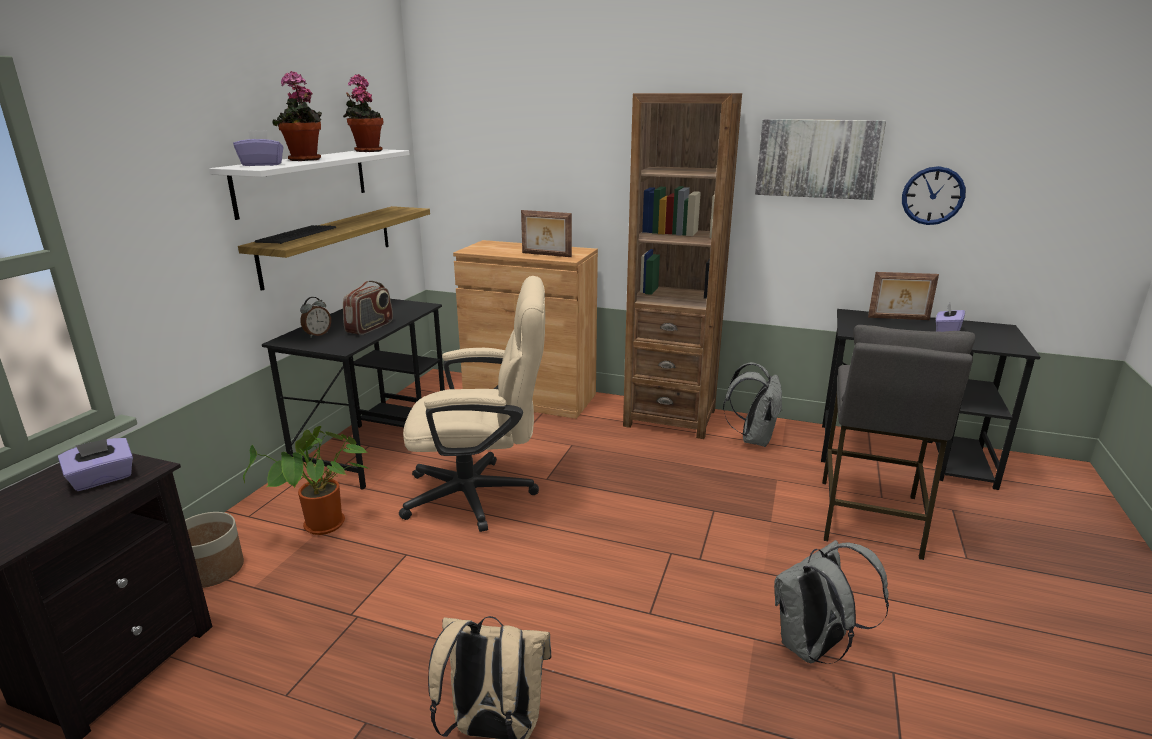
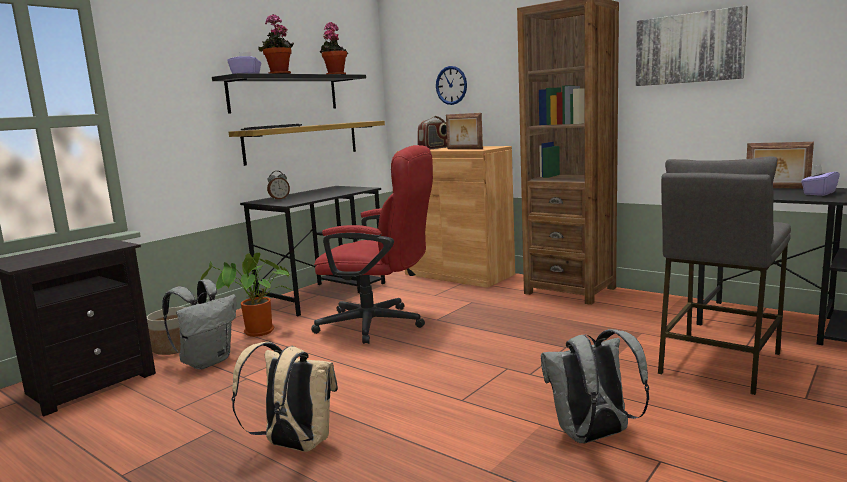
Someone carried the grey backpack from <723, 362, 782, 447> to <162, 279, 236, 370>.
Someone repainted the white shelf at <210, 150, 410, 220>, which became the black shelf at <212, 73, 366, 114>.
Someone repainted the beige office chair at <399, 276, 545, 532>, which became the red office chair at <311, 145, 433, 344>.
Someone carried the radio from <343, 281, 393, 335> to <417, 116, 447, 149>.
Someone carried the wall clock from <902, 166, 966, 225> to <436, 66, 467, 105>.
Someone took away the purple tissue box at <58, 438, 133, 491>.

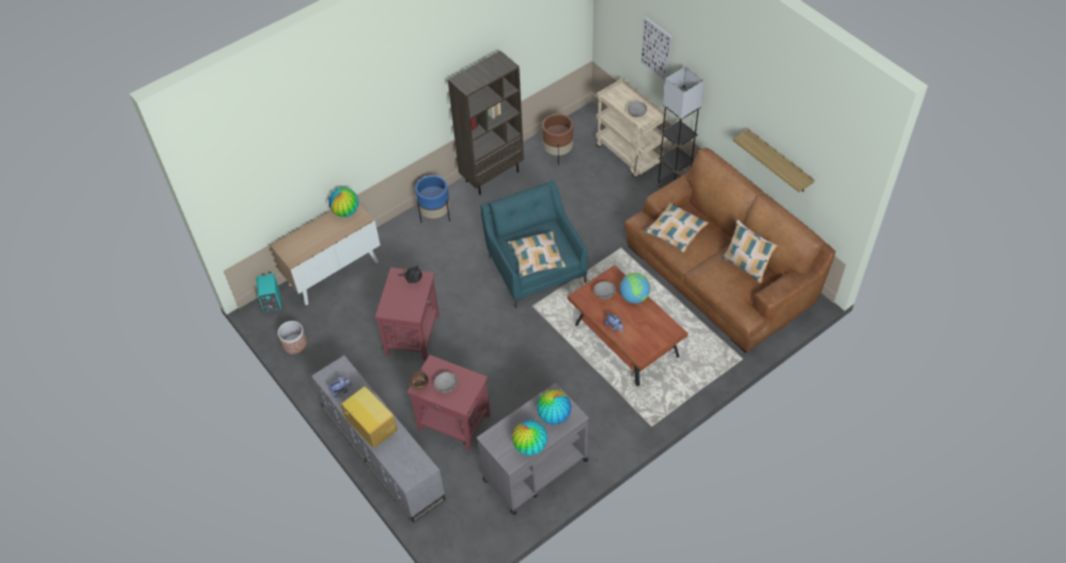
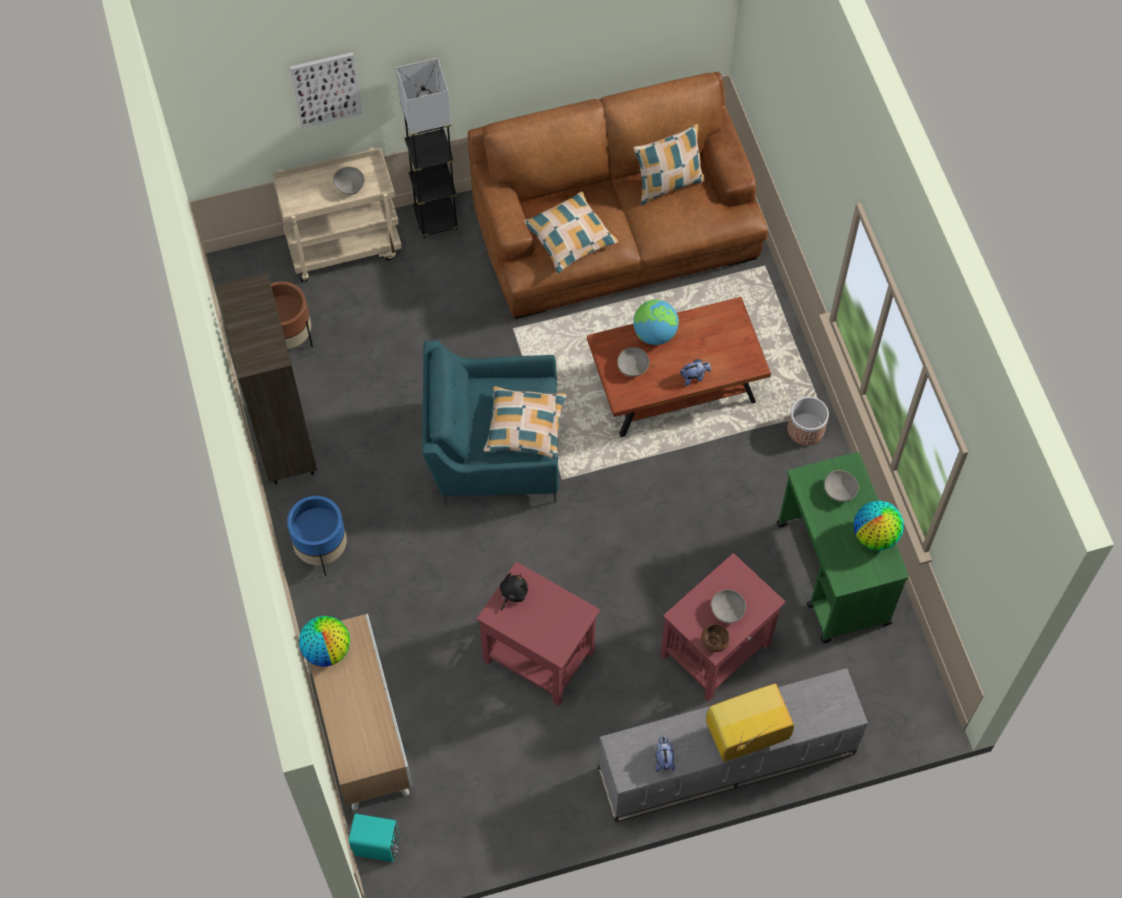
Someone repainted the grey cart at <477, 383, 589, 515>, which became the green cart at <777, 452, 909, 643>.
Someone carried the planter from <278, 321, 307, 354> to <787, 397, 829, 445>.
Someone swapped the globe at <537, 390, 571, 425> for the grey bowl at <824, 470, 859, 502>.
Someone took away the shelf at <733, 129, 814, 192>.

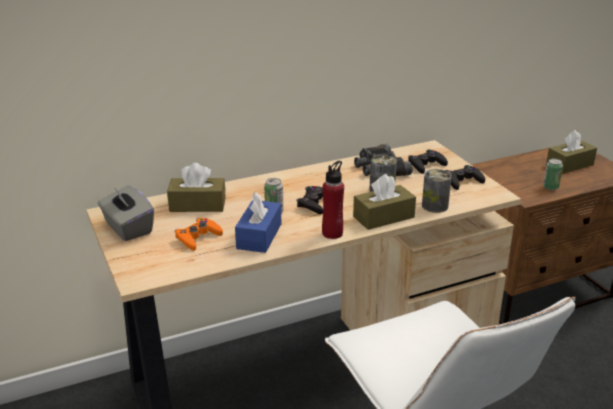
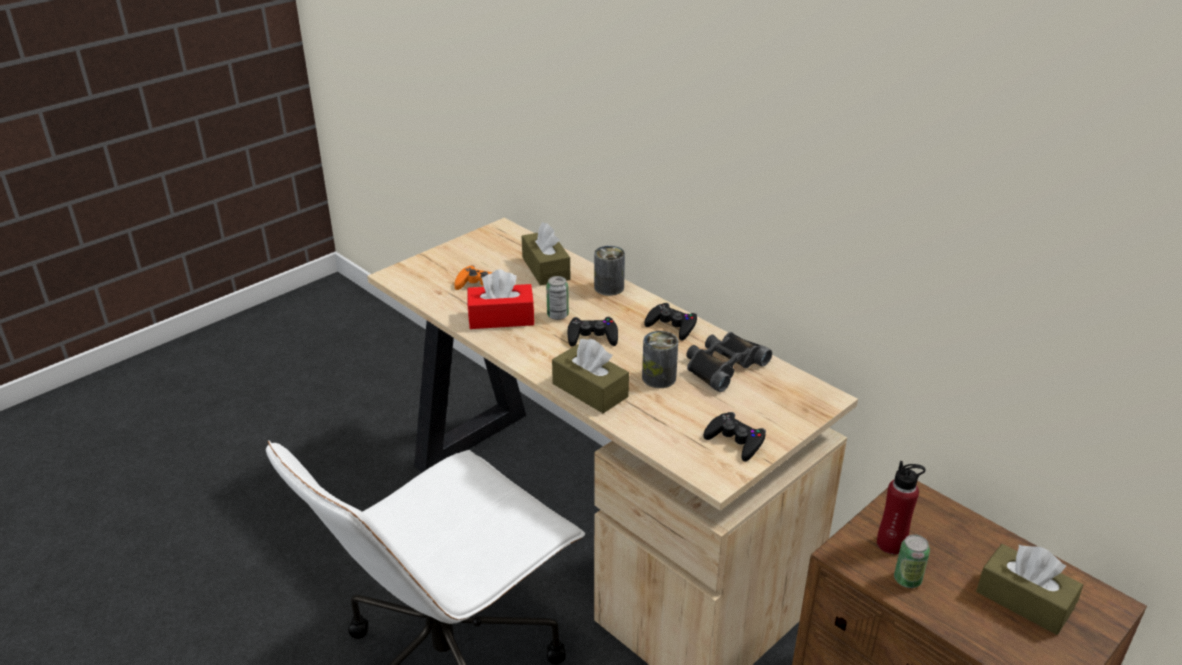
Someone repainted the blue tissue box at <235, 192, 281, 253>, which became the red tissue box at <467, 269, 534, 329>.
Someone carried the can from <422, 169, 452, 213> to <594, 245, 625, 296>.
Someone carried the black game controller from <408, 150, 448, 174> to <645, 303, 697, 340>.
Someone carried the red bottle from <322, 161, 344, 239> to <877, 461, 926, 554>.
Someone took away the grey tissue box at <98, 184, 154, 241>.

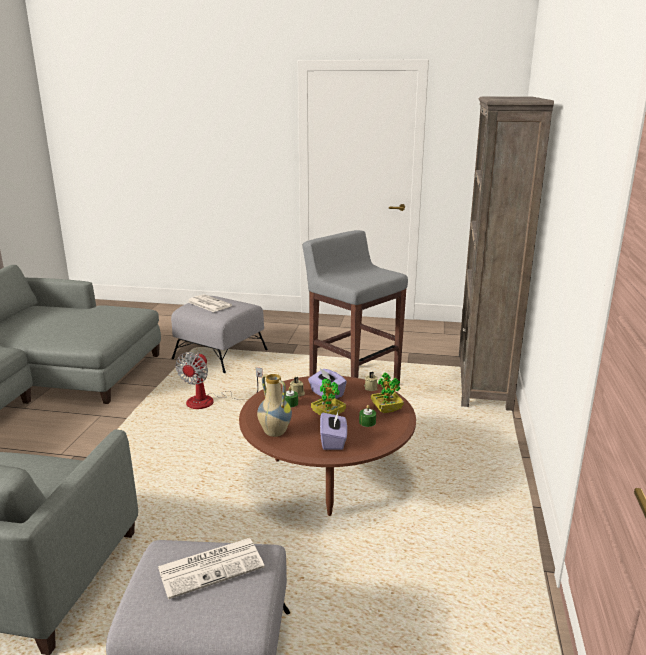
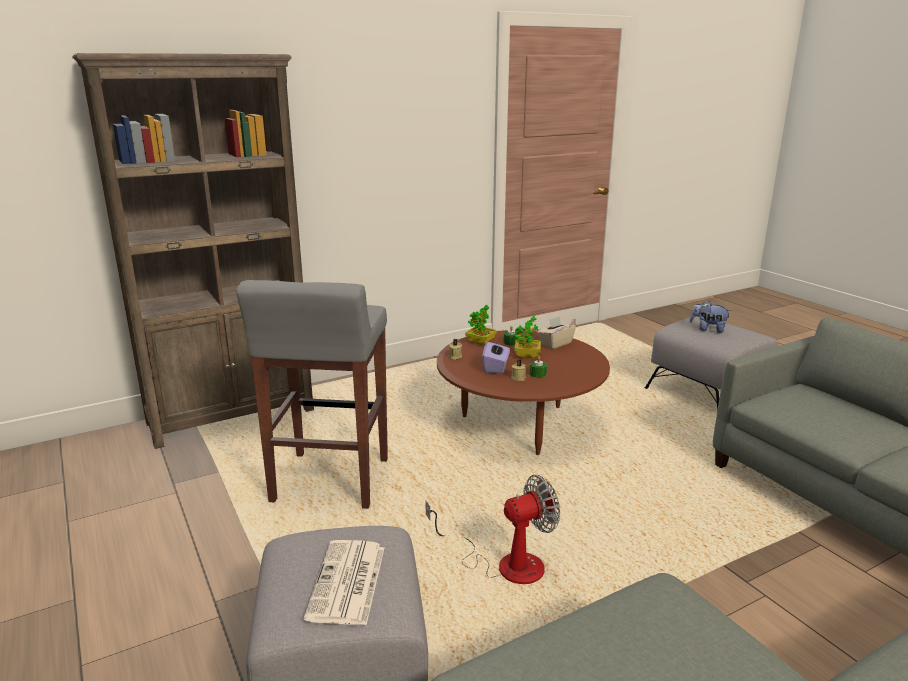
Someone repainted the purple tissue box at <320, 412, 347, 450>, which became the beige tissue box at <537, 316, 576, 349>.
Someone swapped the newspaper at <158, 538, 265, 599> for the plush toy at <689, 301, 732, 333>.
Someone took away the vase at <257, 374, 292, 437>.

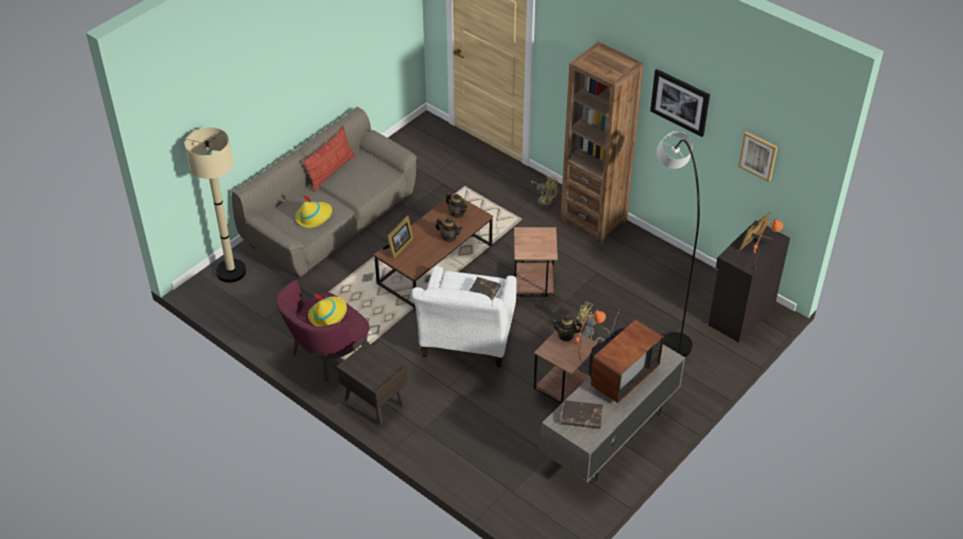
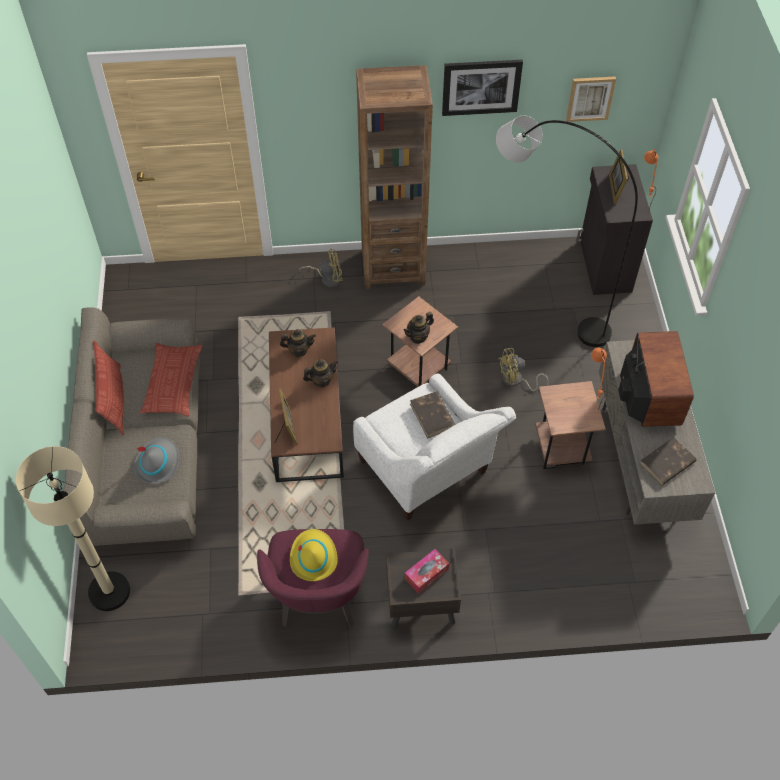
Someone repainted the yellow hat at <295, 194, 332, 228>, which became the grey hat at <133, 437, 179, 484>.
Someone put down the pillow at <140, 343, 202, 417>.
Someone carried the teapot from <551, 315, 583, 341> to <404, 312, 434, 344>.
Someone put down the tissue box at <405, 549, 449, 593>.

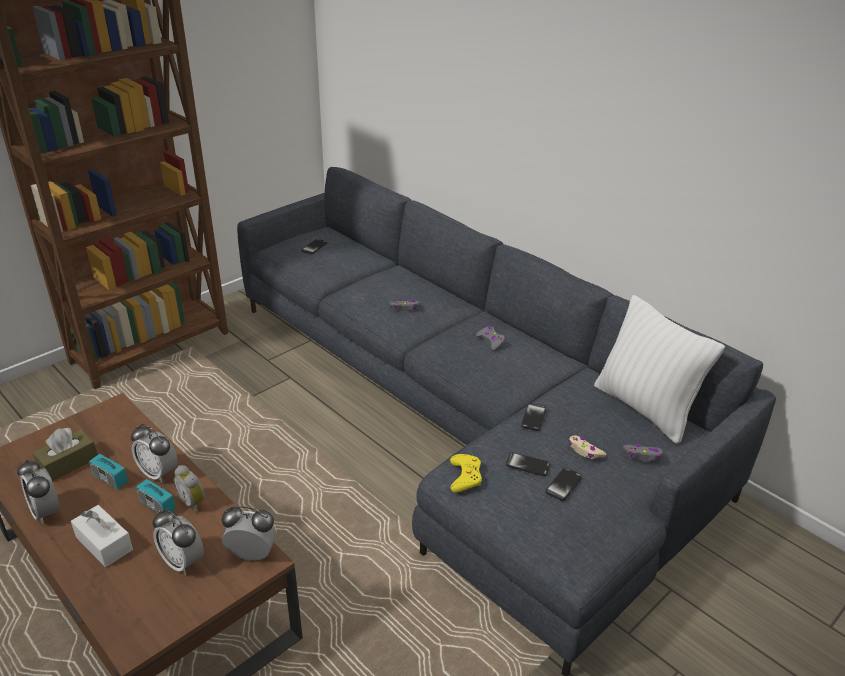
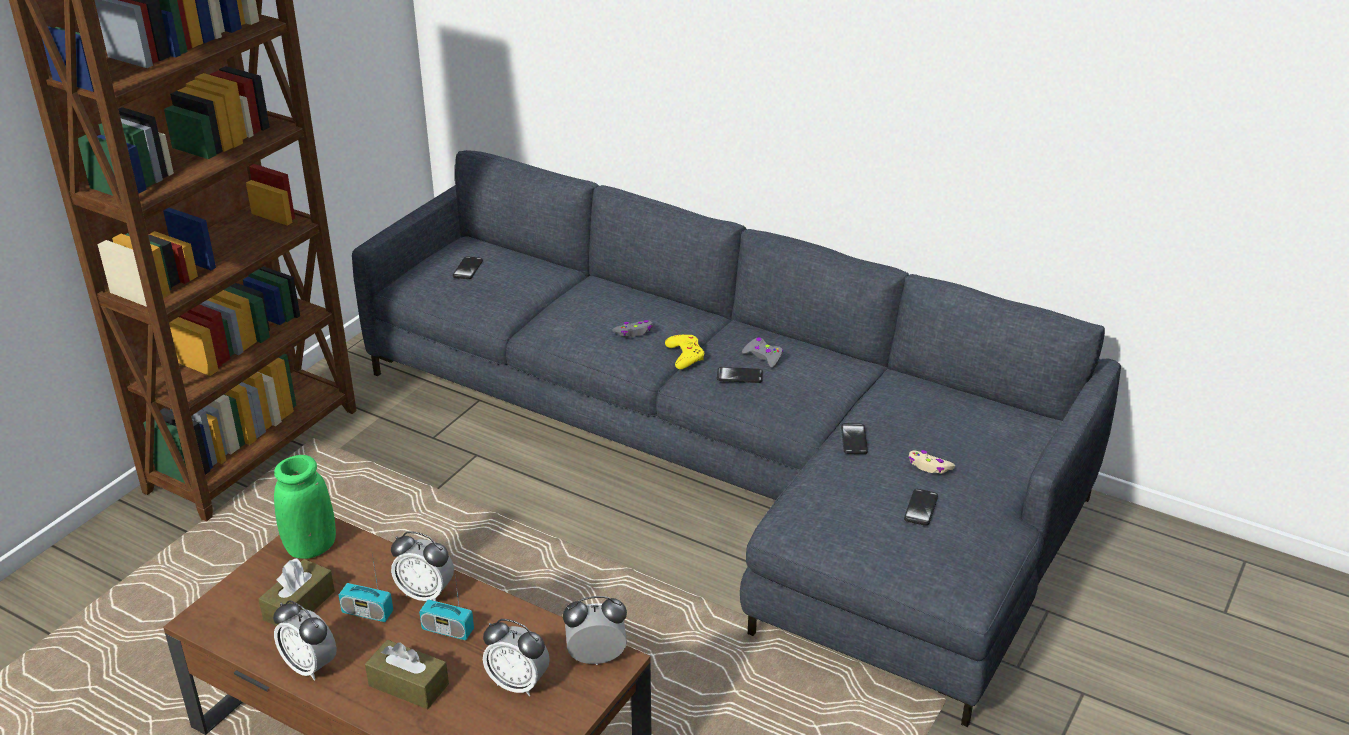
Someone put down the green vase at <274, 455, 336, 559>.
Someone repainted the white tissue box at <71, 505, 133, 567>, which became the brown tissue box at <365, 640, 449, 709>.
Someone carried the yellow game controller from <450, 454, 482, 493> to <665, 335, 704, 369>.
Someone carried the phone from <506, 452, 550, 476> to <717, 367, 763, 383>.
Someone took away the alarm clock at <173, 465, 205, 513>.
Someone took away the white pillow at <594, 295, 725, 444>.
Someone took away the grey game controller at <623, 444, 663, 461>.

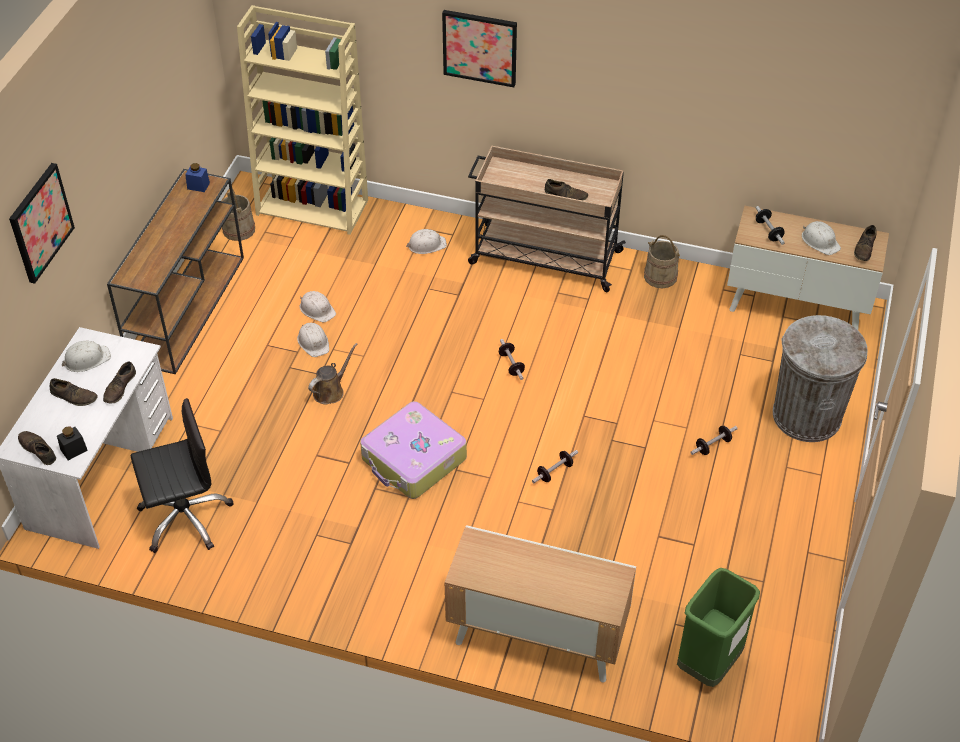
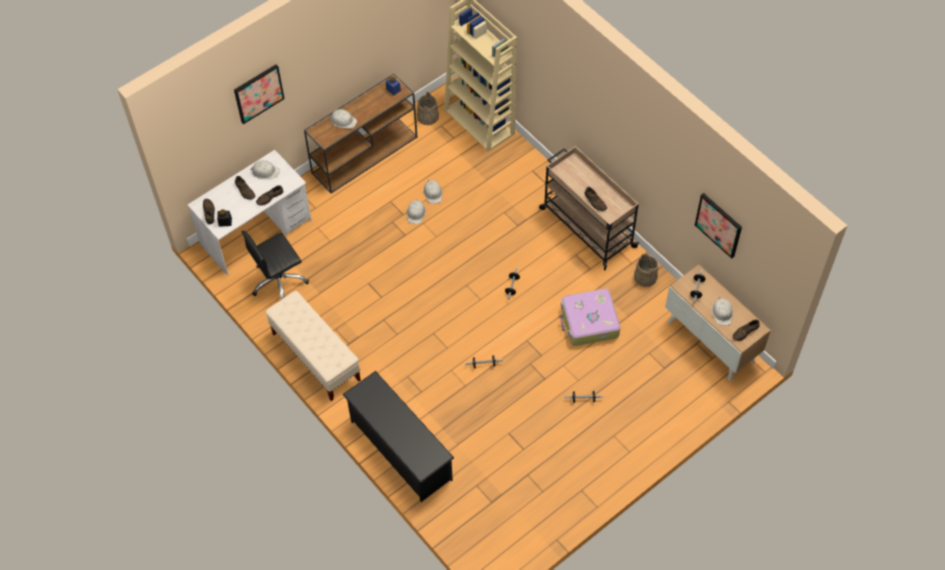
Someone rotated the black office chair at <130, 398, 233, 553> by 135 degrees clockwise.
Someone put down the beige bench at <266, 291, 361, 401>.
Someone carried the white hard hat from <406, 229, 447, 254> to <329, 109, 357, 129>.
Someone swapped the cabinet at <445, 525, 636, 683> for the black shoe rack at <342, 371, 454, 502>.
Someone carried the suitcase from <360, 401, 467, 499> to <560, 289, 620, 346>.
Someone carried the picture from <442, 10, 517, 87> to <695, 193, 742, 259>.
Someone took away the brown watering can at <308, 343, 357, 405>.
Someone took away the green trash can at <677, 568, 760, 687>.
Someone took away the grey trash can at <773, 315, 868, 442>.

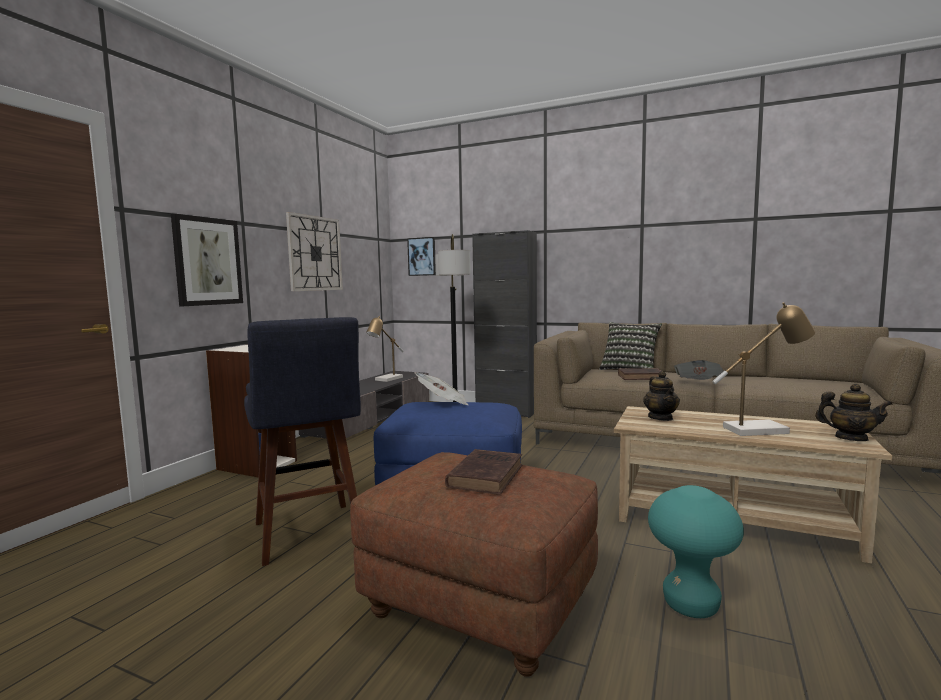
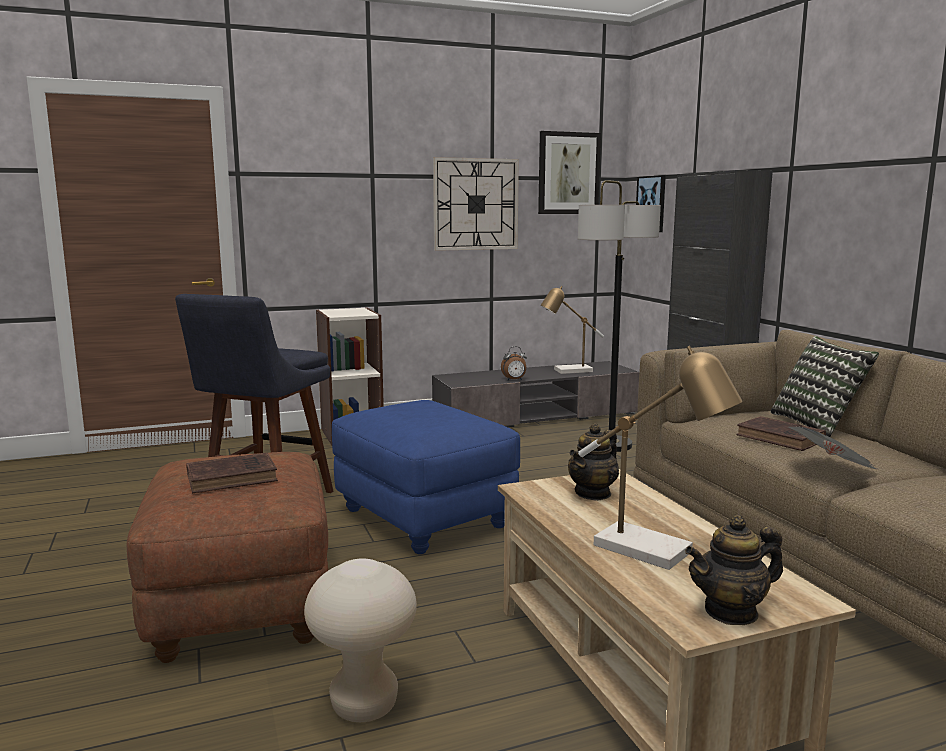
Someone repainted the turquoise stool at <648, 485, 744, 618>, which became the beige stool at <304, 558, 417, 722>.
Someone put down the alarm clock at <501, 346, 527, 380>.
Someone carried the picture from <171, 214, 243, 306> to <538, 131, 601, 214>.
Someone rotated the teapot at <815, 384, 892, 441> by 90 degrees clockwise.
Someone took away the newspaper at <415, 372, 468, 405>.

